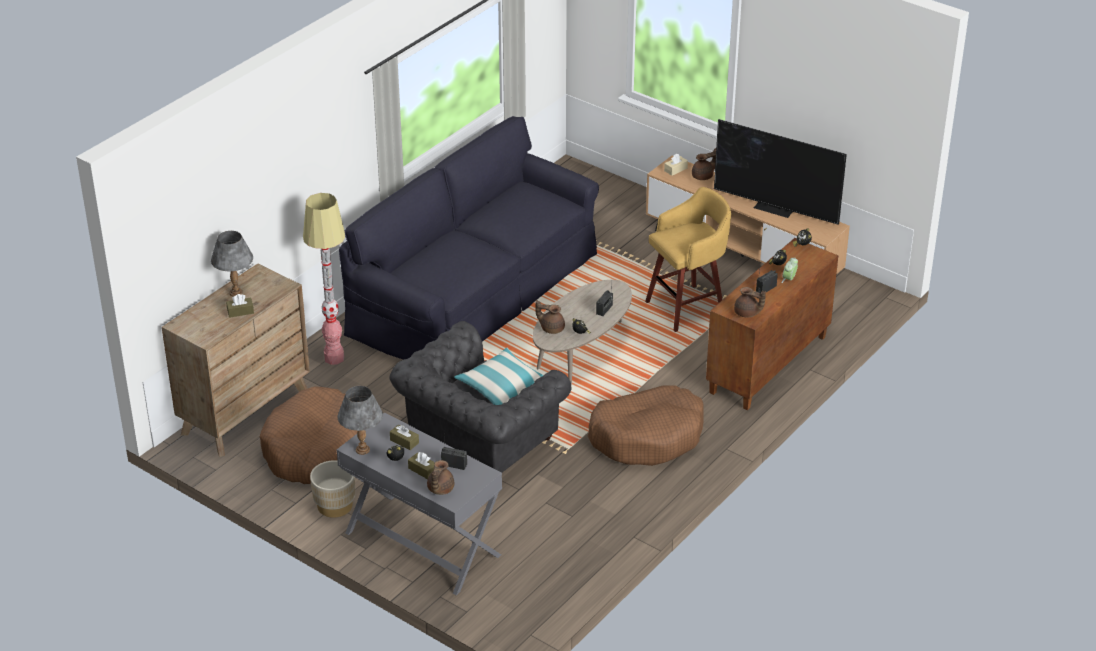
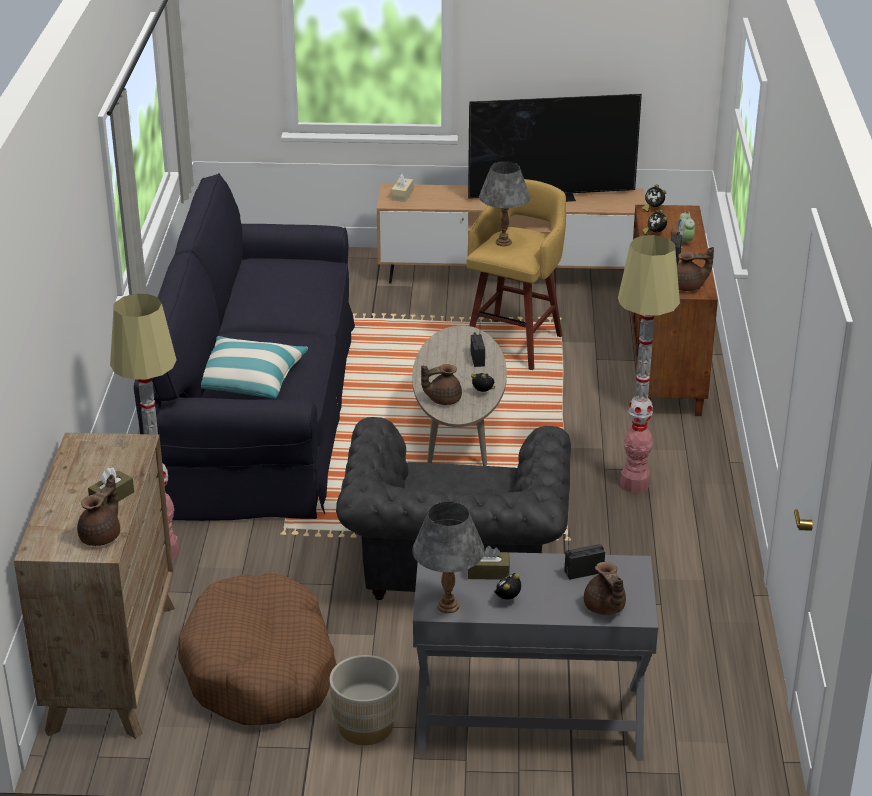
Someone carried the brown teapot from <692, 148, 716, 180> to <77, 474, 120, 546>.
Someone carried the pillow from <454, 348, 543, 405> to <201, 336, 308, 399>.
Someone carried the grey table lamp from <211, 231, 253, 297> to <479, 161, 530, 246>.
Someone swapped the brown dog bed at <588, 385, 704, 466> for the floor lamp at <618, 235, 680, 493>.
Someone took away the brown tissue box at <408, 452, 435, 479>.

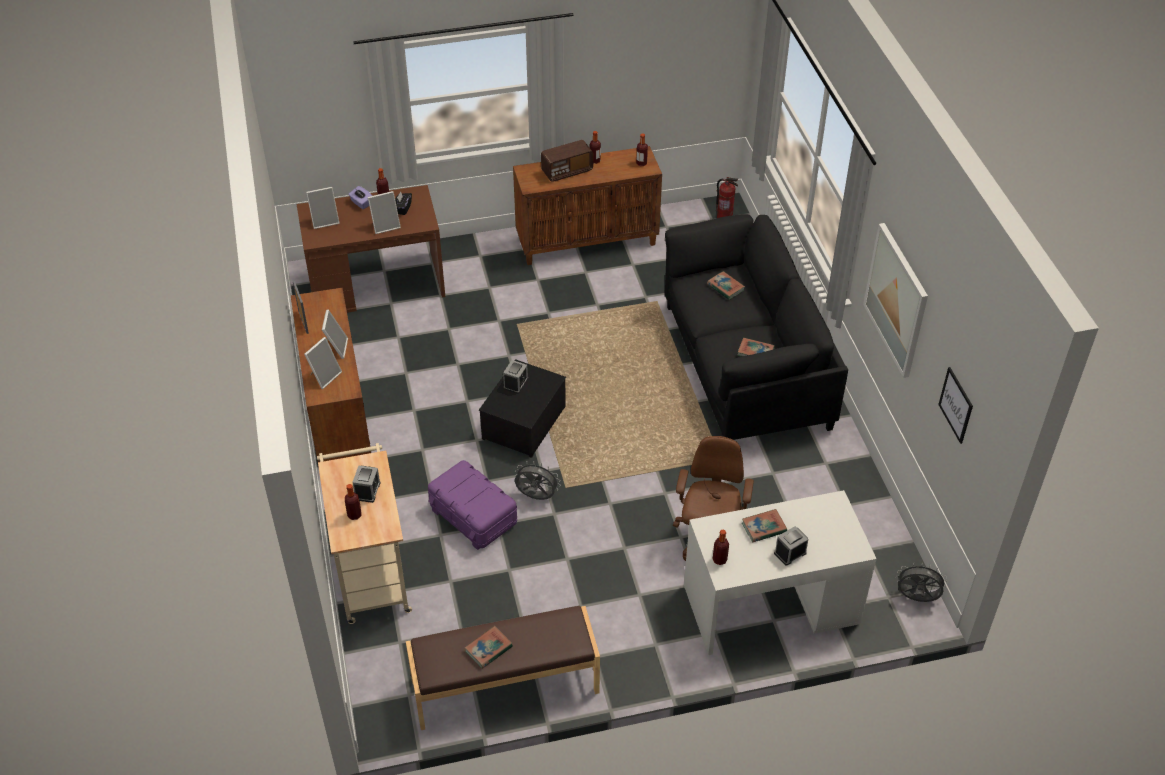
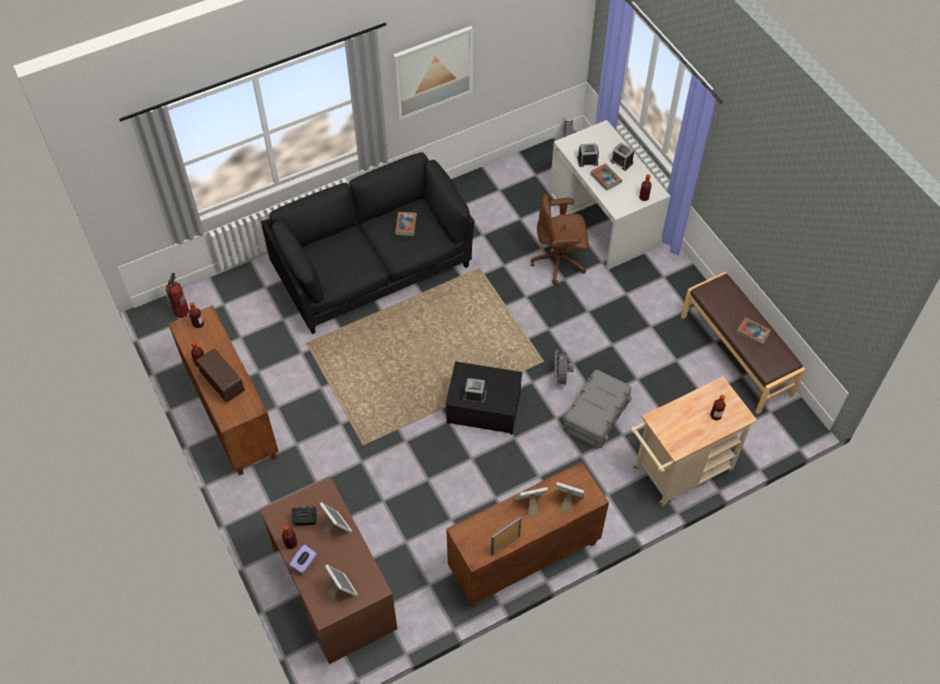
Someone repainted the purple storage box at <428, 460, 517, 550>, which became the grey storage box at <562, 370, 632, 448>.
Someone carried the alarm clock from <352, 466, 380, 503> to <577, 143, 599, 167>.
Someone took away the book at <707, 271, 745, 300>.
Someone took away the picture at <938, 367, 973, 444>.

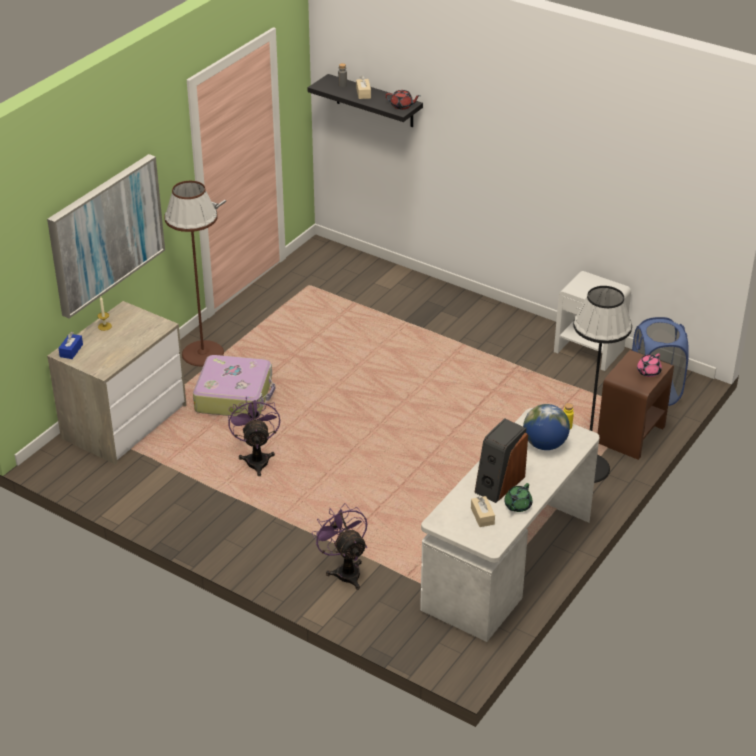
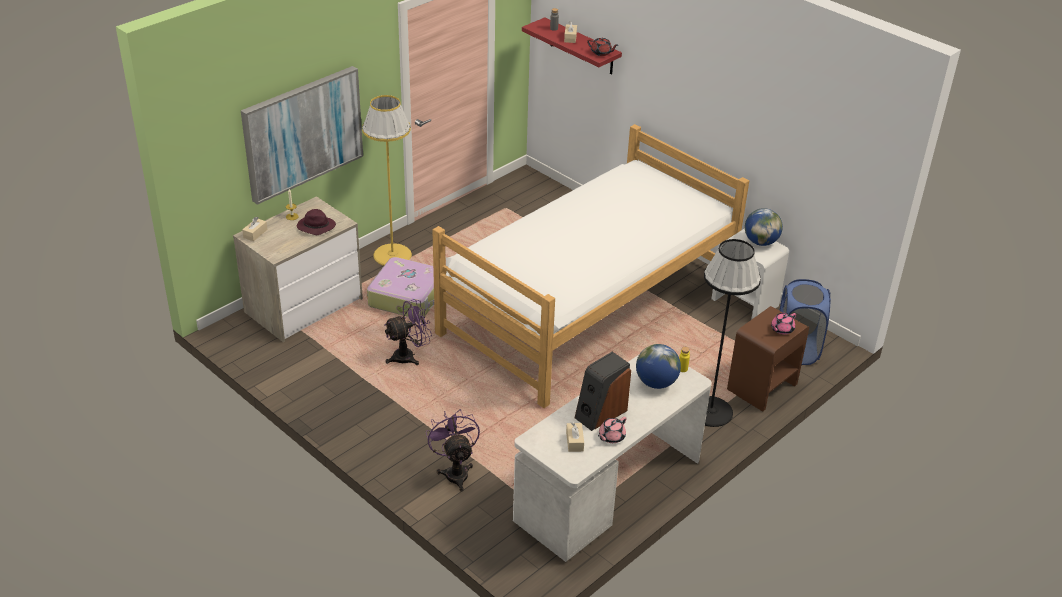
Someone repainted the blue tissue box at <58, 332, 83, 359>, which became the beige tissue box at <242, 217, 267, 241>.
Someone put down the purple hat at <297, 209, 336, 235>.
Someone repainted the brown floor lamp at <164, 181, 224, 366>, which became the yellow floor lamp at <362, 95, 412, 266>.
Someone rotated the purple fan at <228, 396, 280, 476> by 60 degrees clockwise.
Someone put down the bed at <432, 124, 749, 408>.
Someone repainted the black shelf at <308, 74, 423, 127>, which became the red shelf at <522, 17, 622, 75>.
Someone repainted the green teapot at <504, 483, 533, 512>, which became the pink teapot at <598, 417, 627, 443>.
Someone put down the globe at <745, 208, 783, 246>.

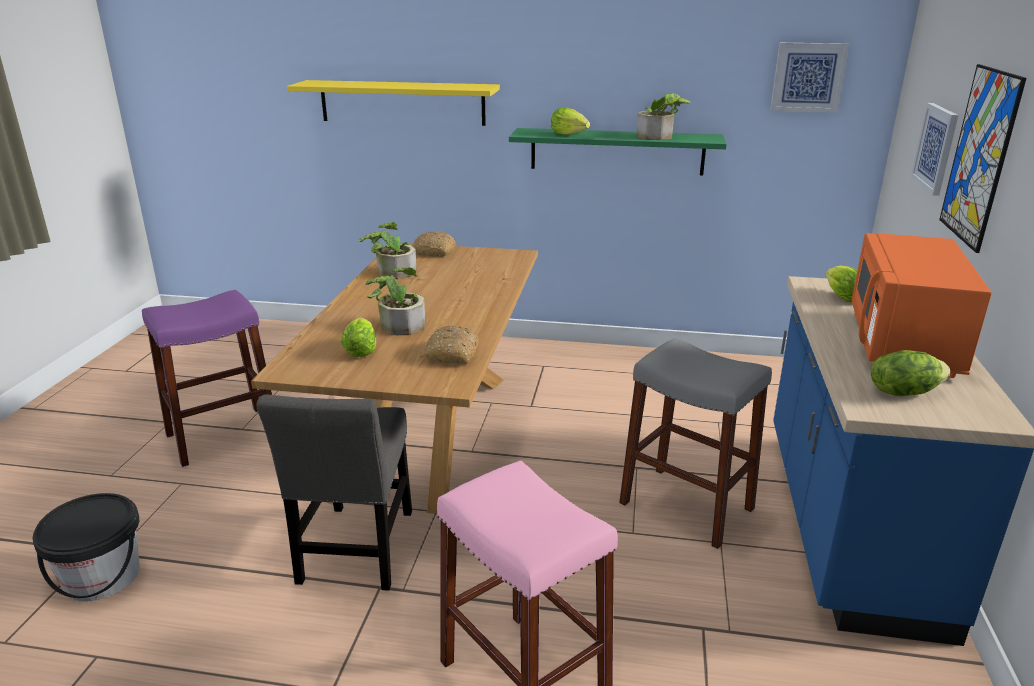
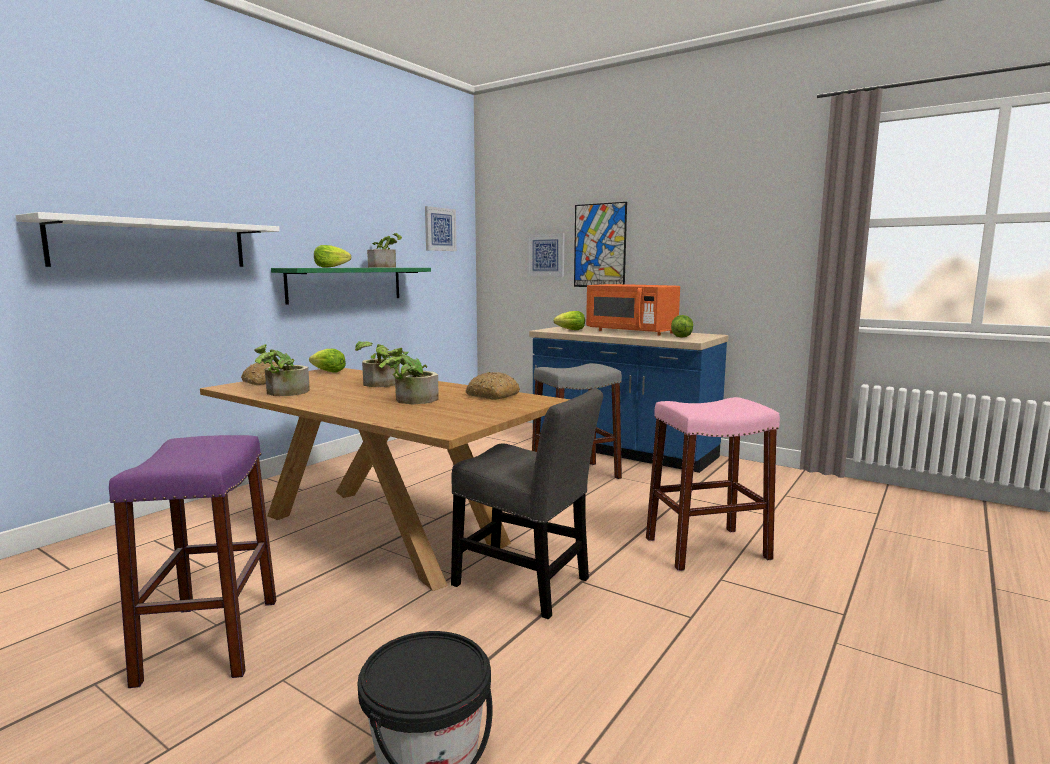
Someone repainted the yellow shelf at <287, 80, 500, 126>, which became the white shelf at <16, 212, 280, 267>.
Someone carried the lettuce from <341, 318, 376, 357> to <309, 349, 346, 373>.
Someone put down the potted plant at <355, 341, 409, 387>.

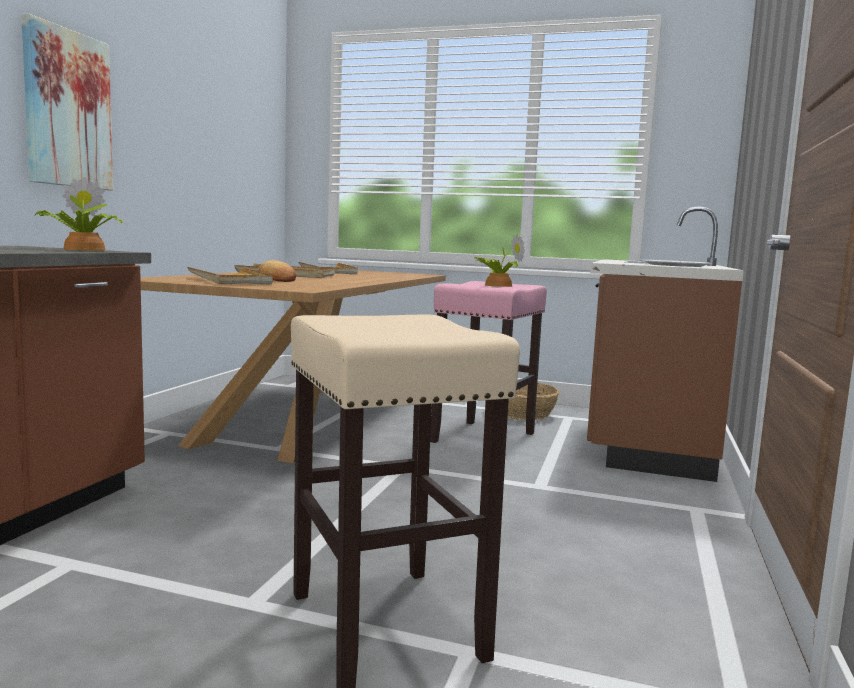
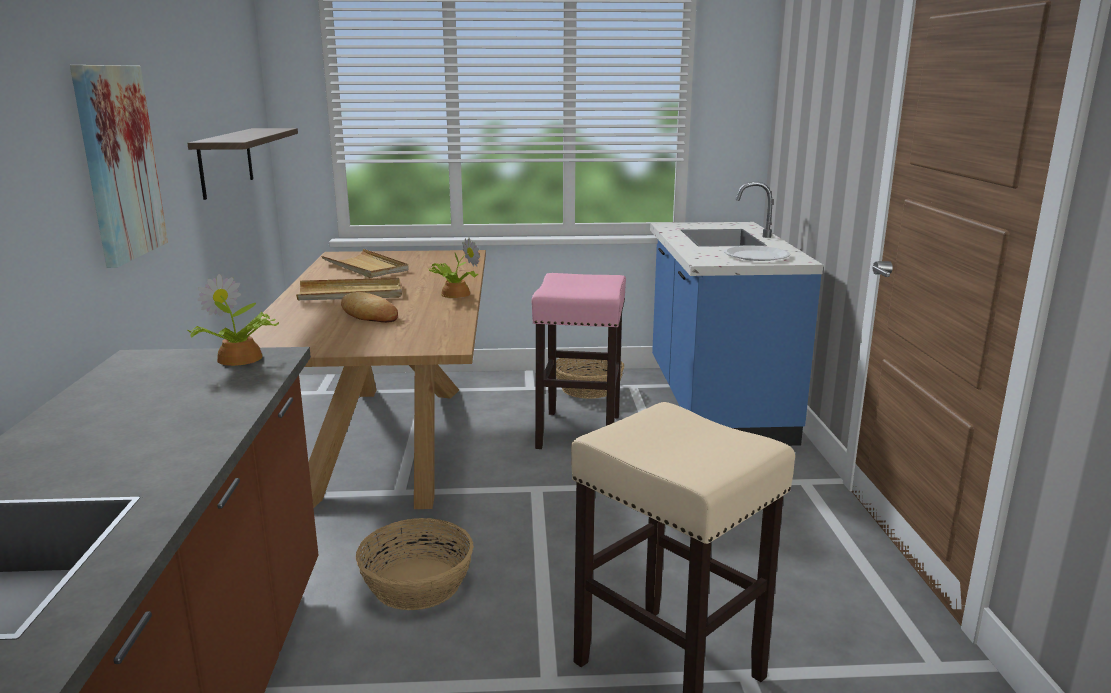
Someone put up the shelf at <187, 128, 298, 200>.
Someone put down the basket at <355, 518, 474, 610>.
Someone carried the potted plant from <474, 233, 525, 287> to <428, 238, 480, 298>.
Someone repainted the brown counter at <587, 207, 744, 482>, which became the blue counter at <650, 182, 823, 446>.
Someone took away the beige tray at <187, 267, 273, 284>.

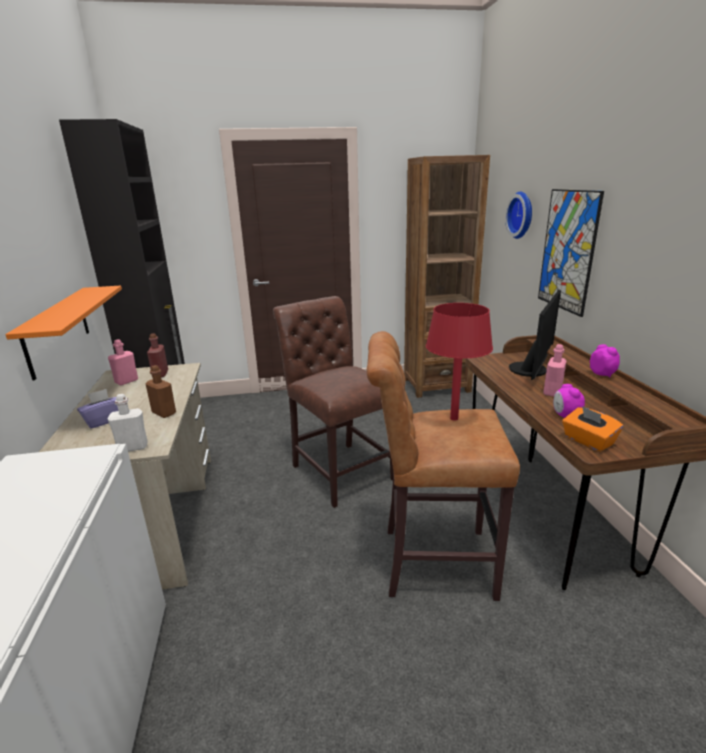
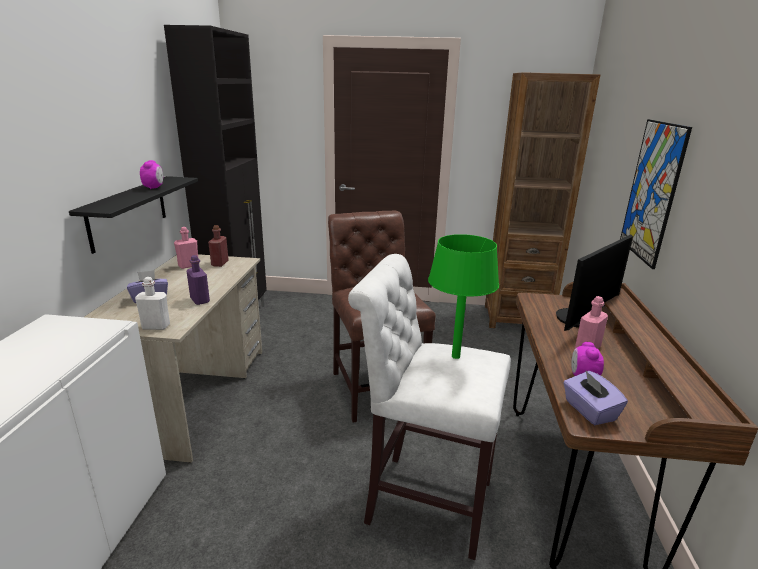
Someone repainted the orange shelf at <5, 286, 122, 381>, which became the black shelf at <69, 176, 198, 254>.
Someone carried the alarm clock from <590, 344, 620, 377> to <140, 160, 163, 189>.
Someone repainted the brown bottle at <146, 365, 176, 418>, which became the purple bottle at <186, 255, 210, 305>.
Someone repainted the brown stool at <367, 331, 520, 601>, which became the white stool at <348, 254, 511, 560>.
Someone repainted the red table lamp at <426, 303, 493, 421>, which became the green table lamp at <428, 234, 499, 359>.
Someone repainted the orange tissue box at <562, 406, 623, 452>, which became the purple tissue box at <563, 371, 628, 425>.
Someone took away the wall clock at <505, 192, 532, 239>.

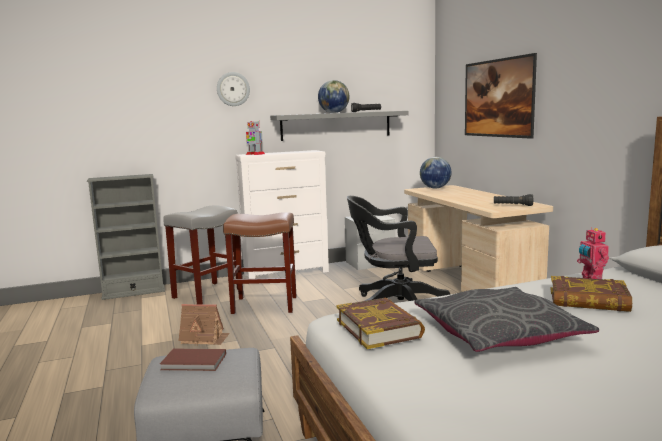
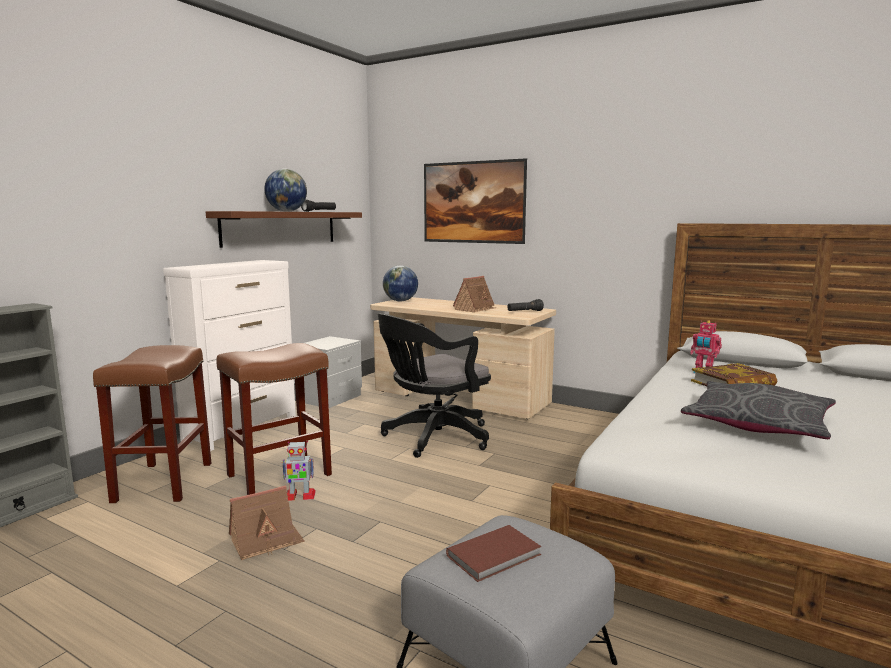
Someone repainted the grey stool at <163, 205, 238, 305>, which became the brown stool at <93, 345, 211, 503>.
Someone repainted the grey shelf at <270, 111, 408, 141>, which became the brown shelf at <206, 211, 362, 248>.
Someone carried the toy robot from <246, 121, 265, 155> to <282, 441, 316, 501>.
Someone put down the toy house at <453, 276, 496, 312>.
Someone took away the wall clock at <217, 72, 250, 106>.
Someone took away the book at <336, 298, 425, 349>.

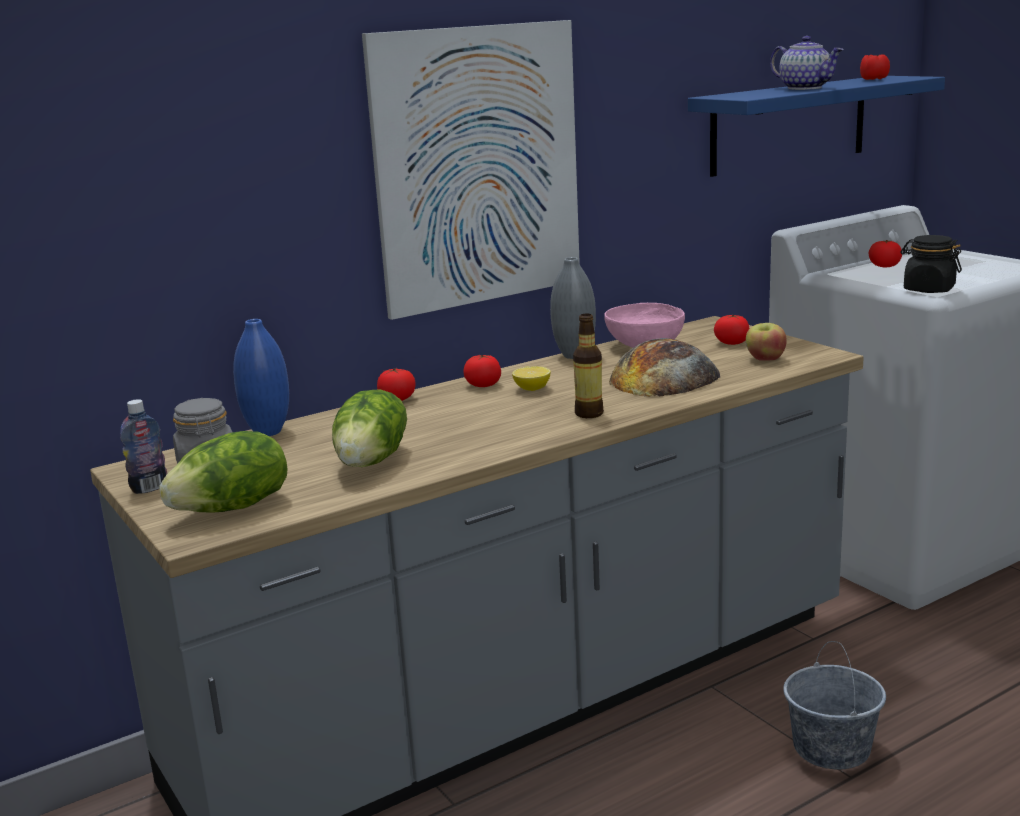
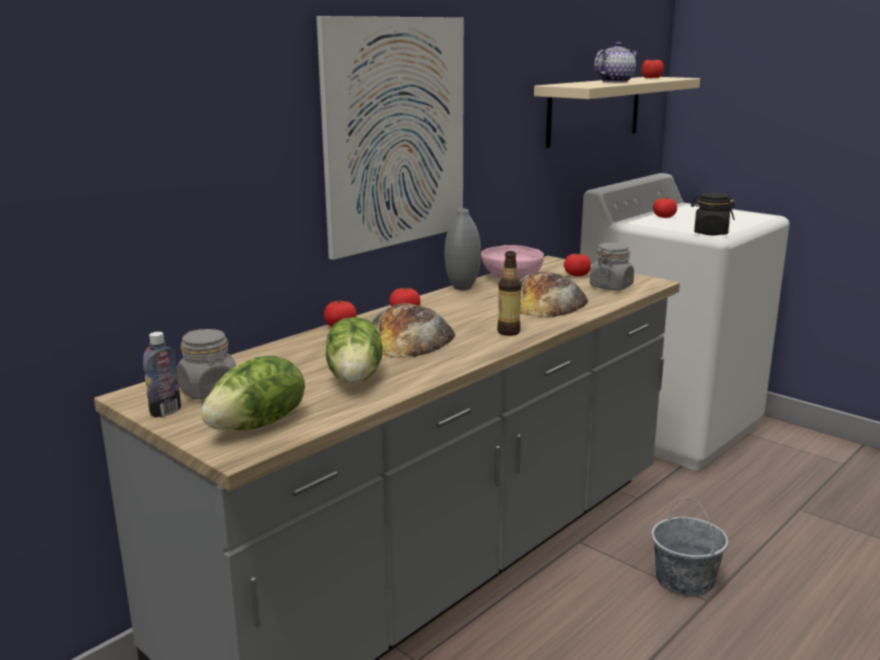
Someone put down the bread at <370, 303, 456, 358>.
Someone repainted the blue shelf at <688, 76, 945, 177>, which became the beige shelf at <534, 77, 700, 148>.
Someone swapped the apple at <746, 323, 787, 361> for the grey jar at <590, 242, 634, 290>.
Someone rotated the teapot at <770, 36, 843, 90> by 75 degrees counterclockwise.
Someone took away the blue vase at <233, 319, 289, 436>.
Someone took away the lemon at <512, 366, 551, 391>.

